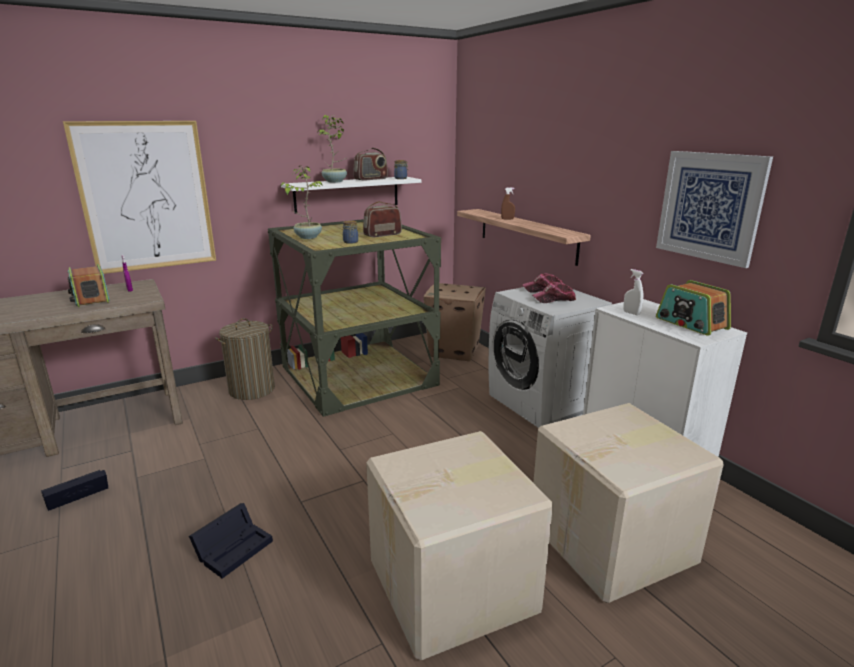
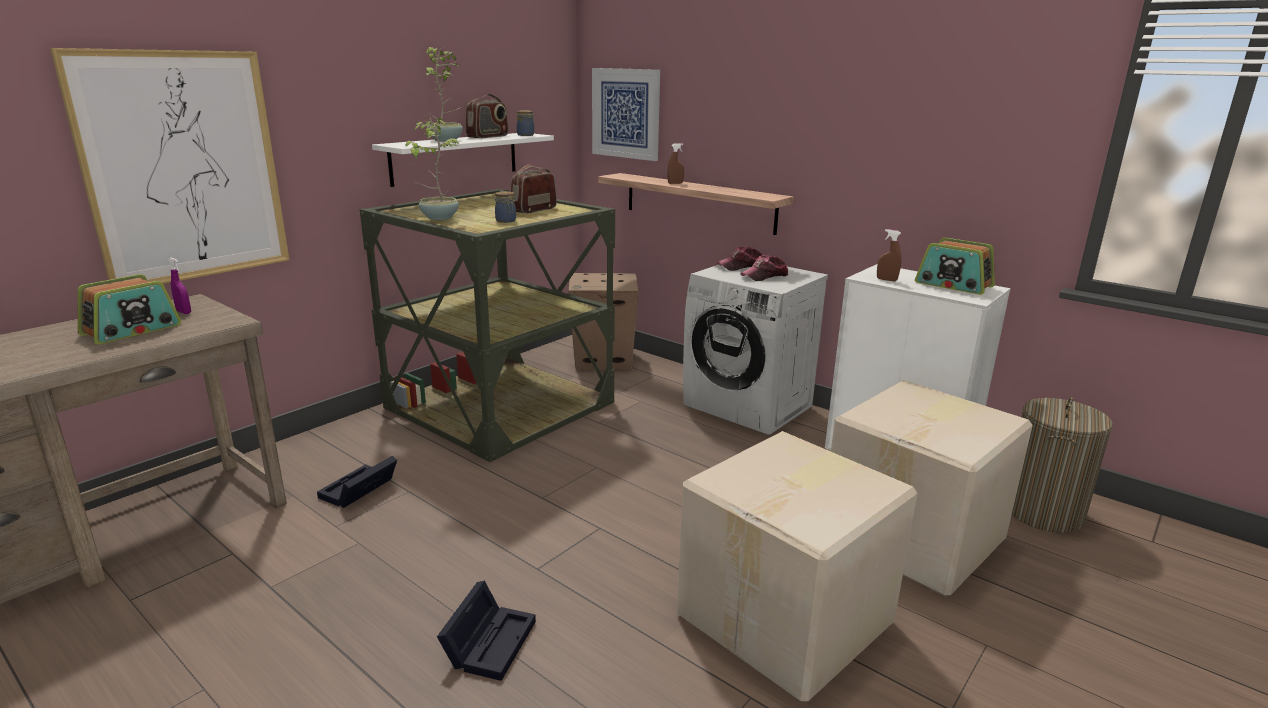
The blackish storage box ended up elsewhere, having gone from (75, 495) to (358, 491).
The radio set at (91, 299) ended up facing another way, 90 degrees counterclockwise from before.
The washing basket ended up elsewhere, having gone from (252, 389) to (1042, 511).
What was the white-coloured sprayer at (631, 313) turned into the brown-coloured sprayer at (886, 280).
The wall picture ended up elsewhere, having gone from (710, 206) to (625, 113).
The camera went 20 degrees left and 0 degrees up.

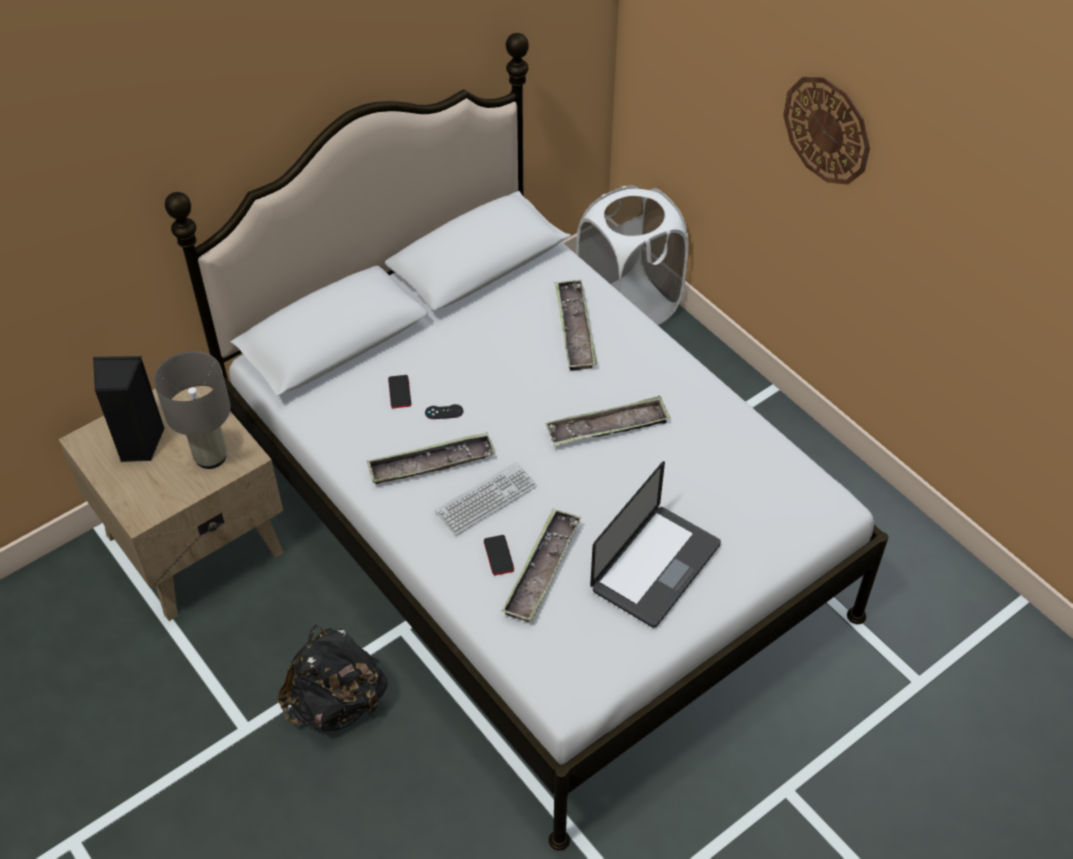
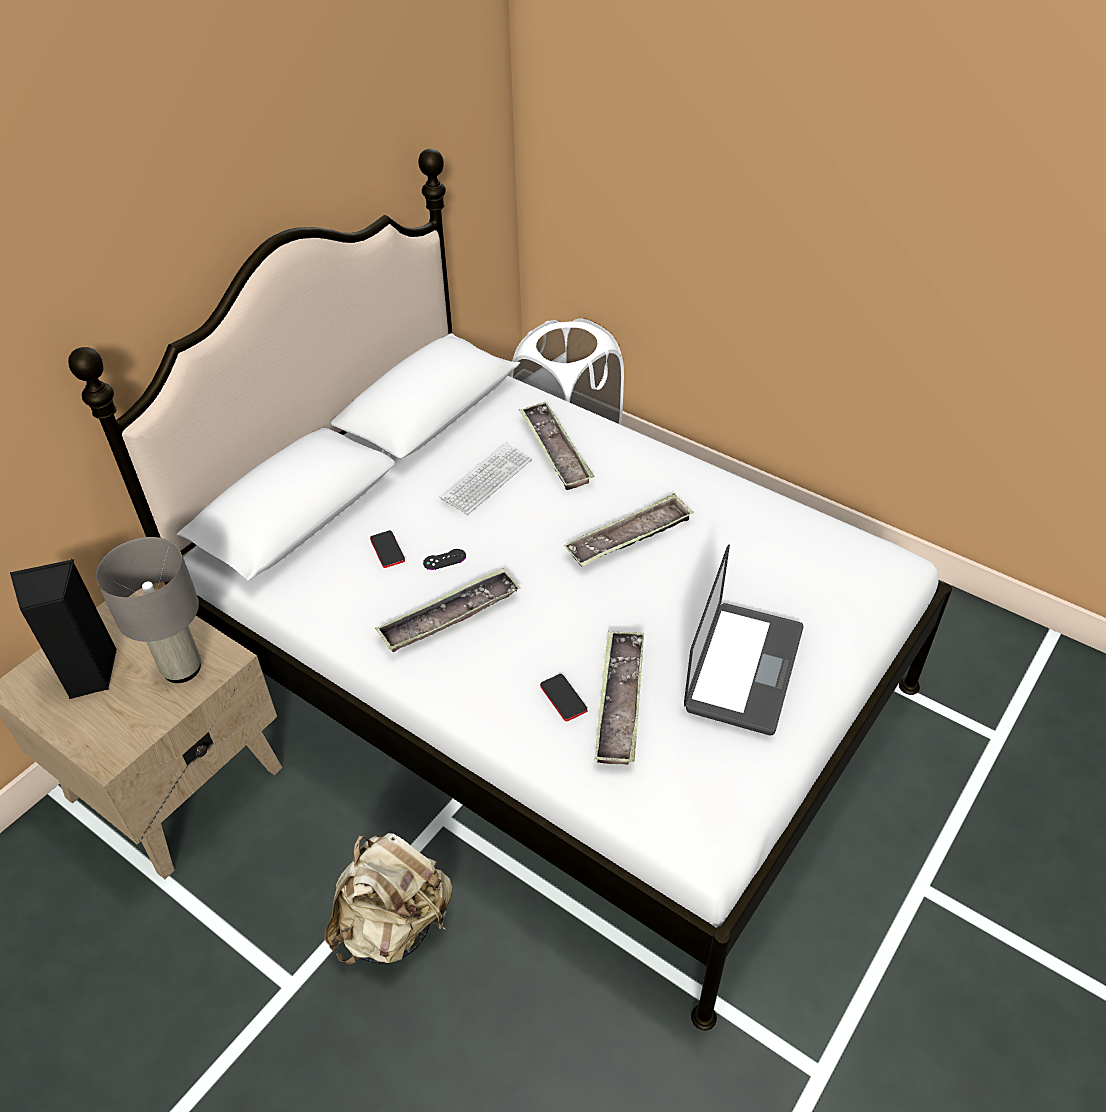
What was the blackish knapsack at (337, 703) turned into the beige knapsack at (393, 925).
The computer keyboard ended up elsewhere, having gone from (486, 499) to (486, 480).
The second view lost the clock on the wall at (827, 130).
The camera went 15 degrees left and 5 degrees down.

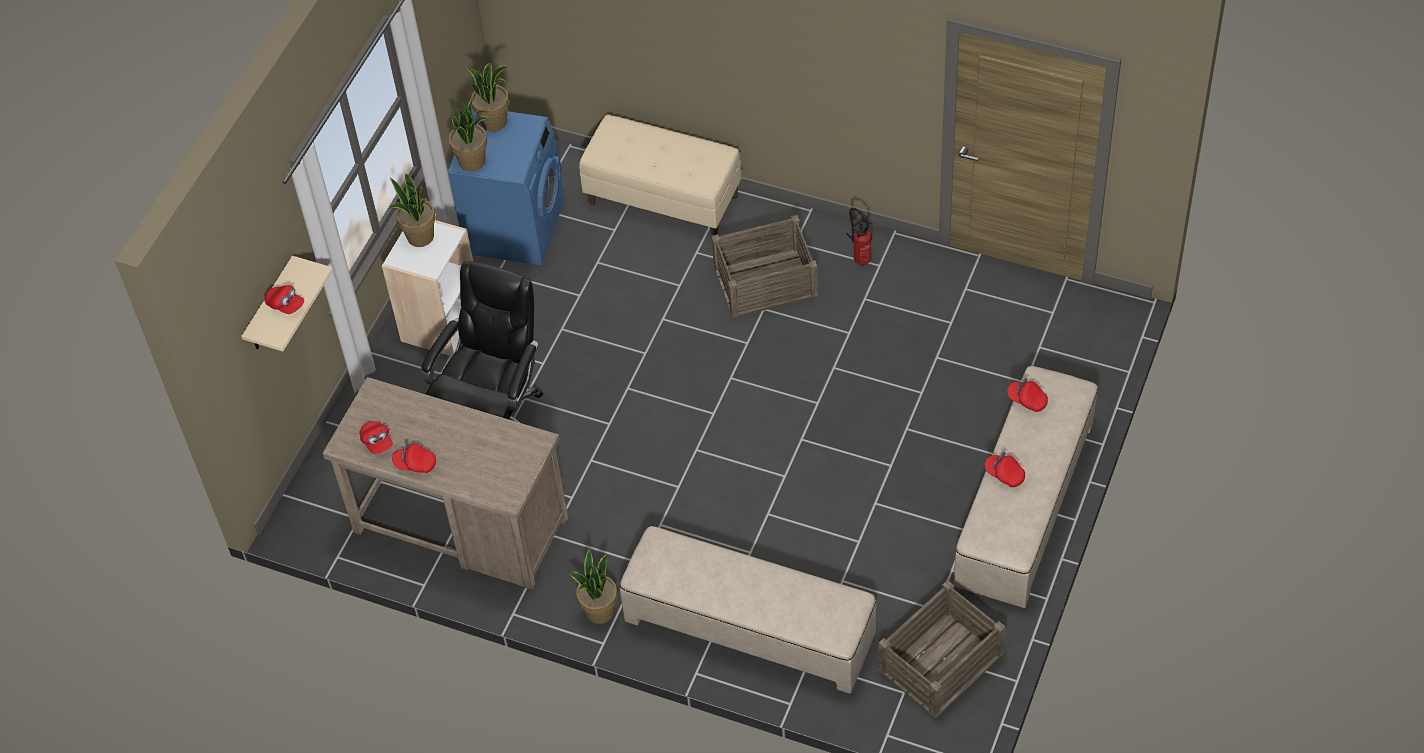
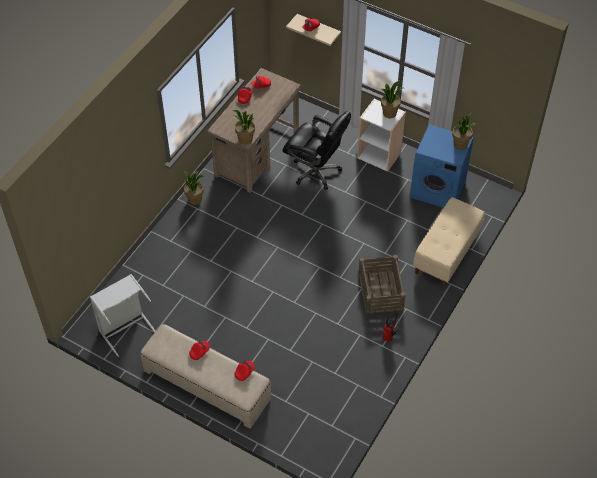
The houseplant ended up elsewhere, having gone from (472, 161) to (245, 139).
The second view lost the beige indoor bench at (748, 627).
Where the crate stood at (939, 662), the gray washing basket came to stand at (125, 328).
The camera went 95 degrees right and 0 degrees up.

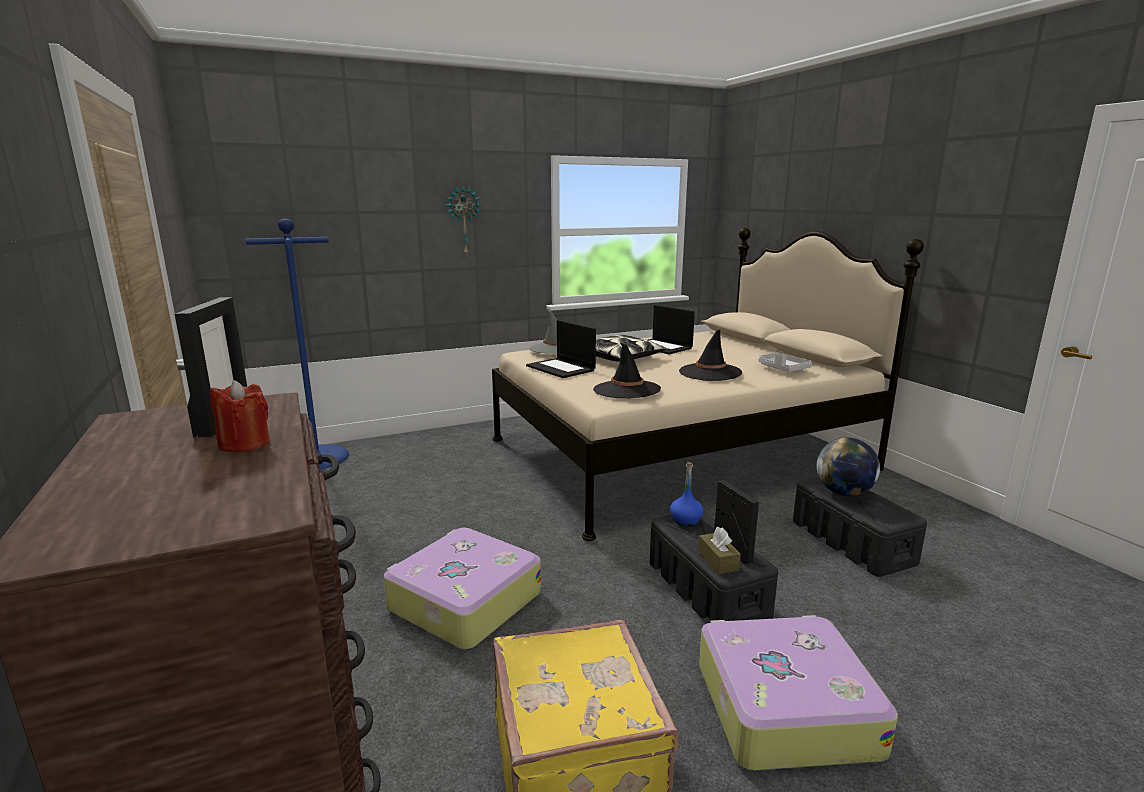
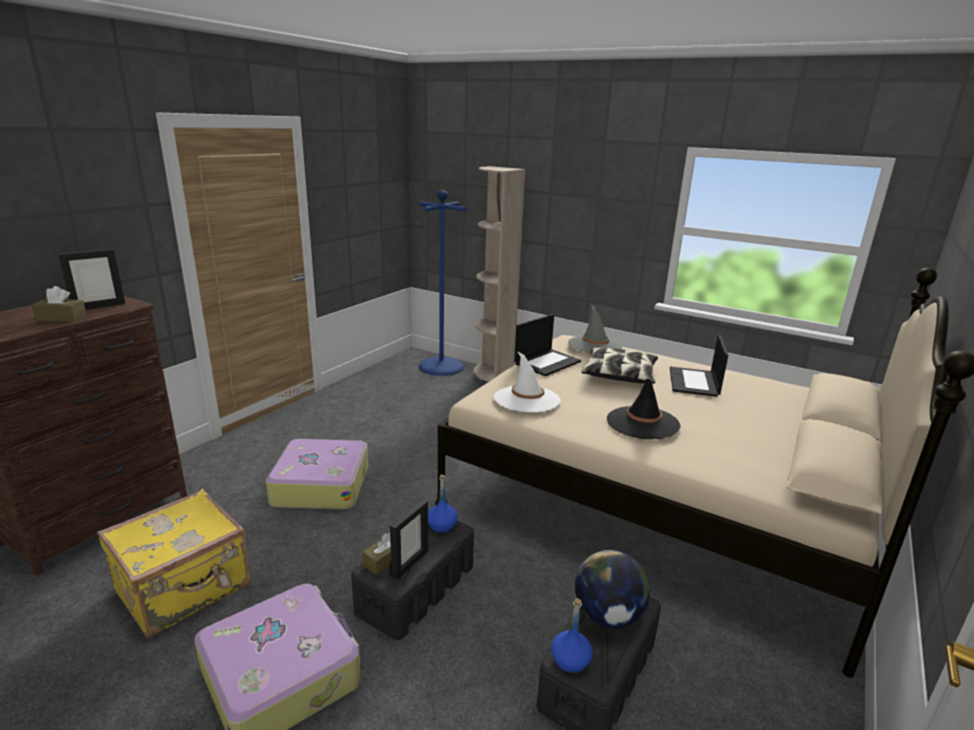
Where the reddish wax light stood at (245, 444), the brown-coloured tissue box came to stand at (61, 318).
The second view lost the clock on the wall at (463, 220).
The laptop at (561, 368) ended up facing another way, 150 degrees counterclockwise from before.
What was the blackish wearable hat at (626, 390) turned into the white-coloured wearable hat at (526, 399).
The second view lost the gray serving tray at (782, 369).
The second view gained the beige bookcase at (490, 377).
The second view gained the blue beverage bottle at (570, 661).
The camera went 55 degrees right and 5 degrees up.

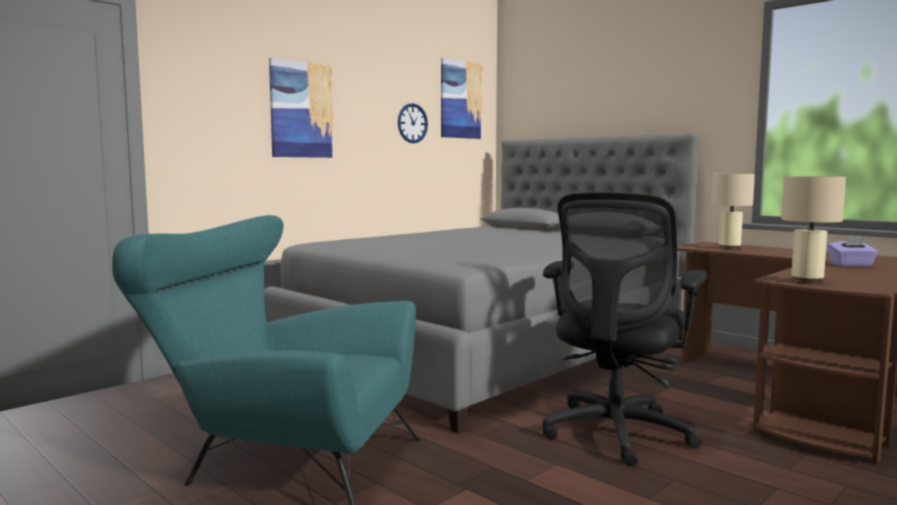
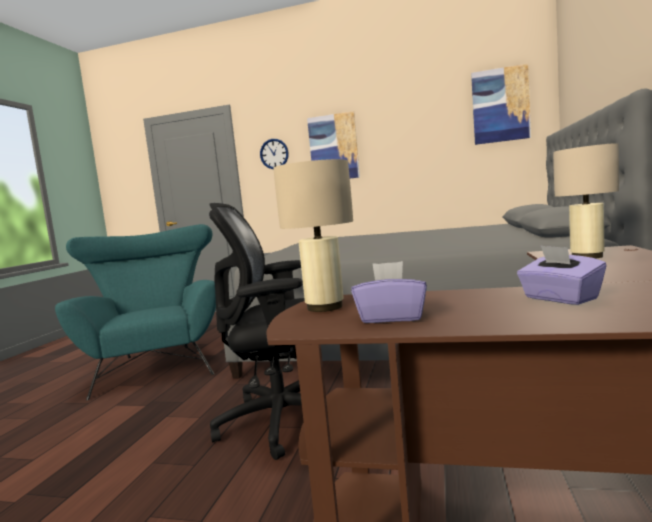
The clock on the wall ended up elsewhere, having gone from (412, 123) to (274, 154).
The second view gained the purple-coloured tissue box at (391, 317).
The camera went 60 degrees right and 0 degrees up.

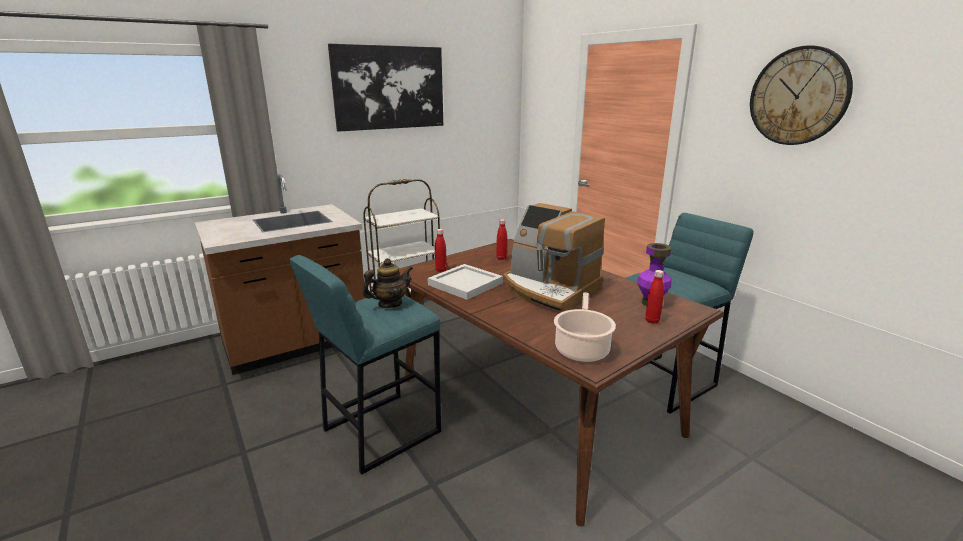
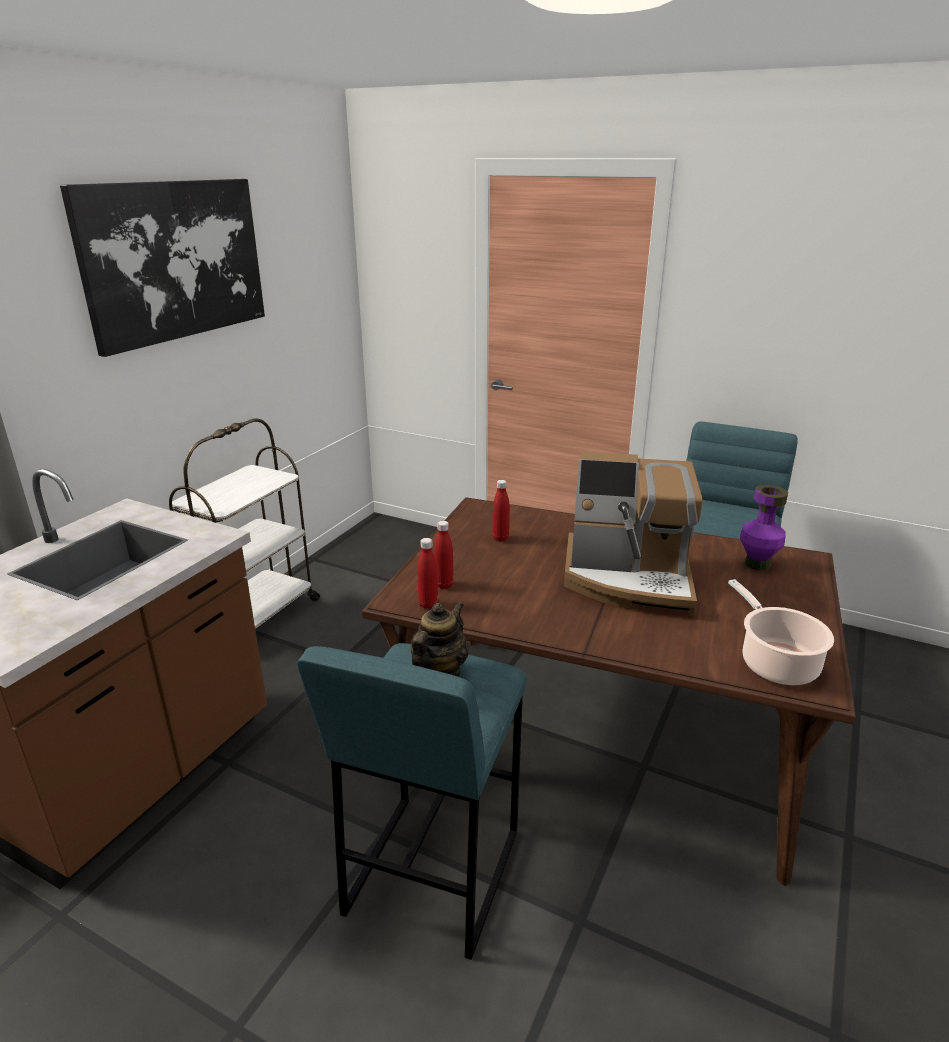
The second view lost the white-coloured serving tray at (464, 284).
The reddish beverage bottle ended up elsewhere, having gone from (652, 321) to (428, 604).
The second view lost the clock on the wall at (798, 96).
The camera went 30 degrees left and 5 degrees up.

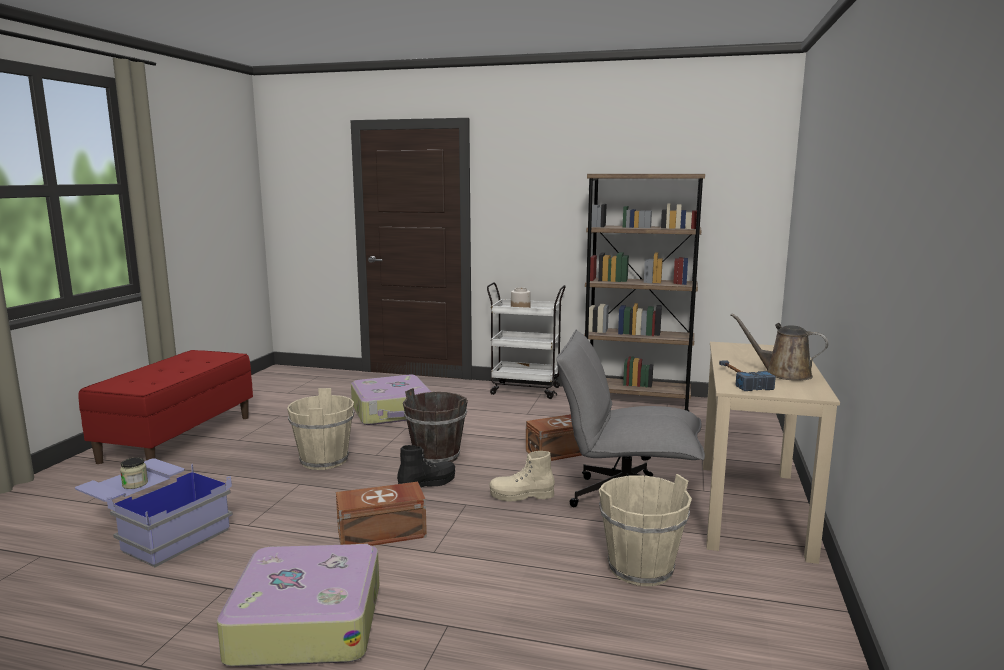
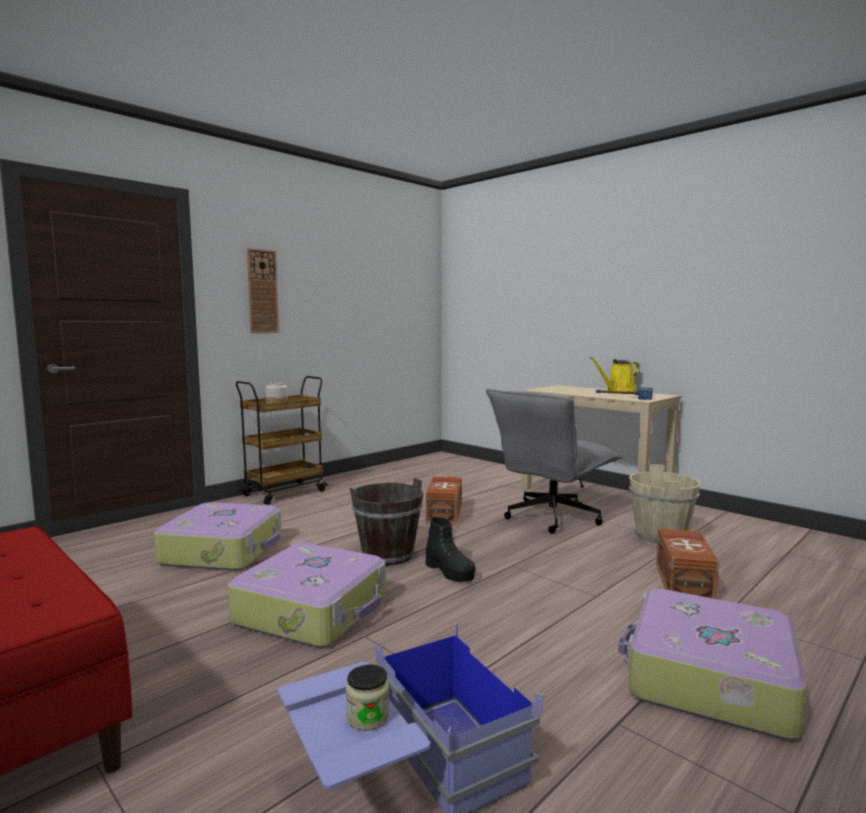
Where the beige pail stood at (324, 460), the piece of luggage came to stand at (313, 610).
The brown-coloured storage box ended up elsewhere, having gone from (383, 533) to (685, 582).
The blackish high-top boot at (427, 484) ended up facing another way, 150 degrees clockwise from before.
What was the white-coloured trolley at (526, 390) turned into the brown-coloured trolley at (285, 493).
The second view lost the beige high-top boot at (521, 496).
The second view lost the brown-coloured bookcase at (636, 400).
What was the brown-coloured watering can at (783, 374) turned into the yellow watering can at (618, 393).
The second view gained the clock on the wall at (262, 291).
The camera went 60 degrees left and 5 degrees down.

